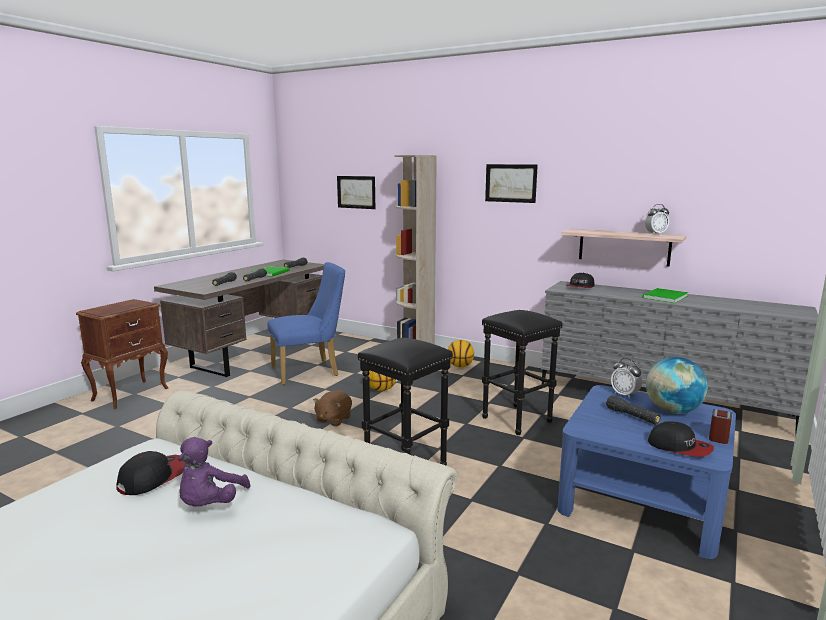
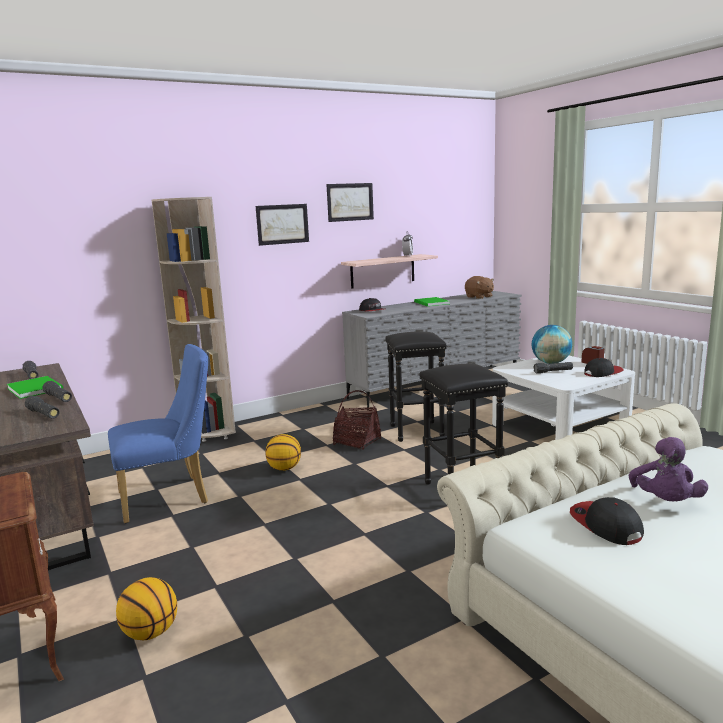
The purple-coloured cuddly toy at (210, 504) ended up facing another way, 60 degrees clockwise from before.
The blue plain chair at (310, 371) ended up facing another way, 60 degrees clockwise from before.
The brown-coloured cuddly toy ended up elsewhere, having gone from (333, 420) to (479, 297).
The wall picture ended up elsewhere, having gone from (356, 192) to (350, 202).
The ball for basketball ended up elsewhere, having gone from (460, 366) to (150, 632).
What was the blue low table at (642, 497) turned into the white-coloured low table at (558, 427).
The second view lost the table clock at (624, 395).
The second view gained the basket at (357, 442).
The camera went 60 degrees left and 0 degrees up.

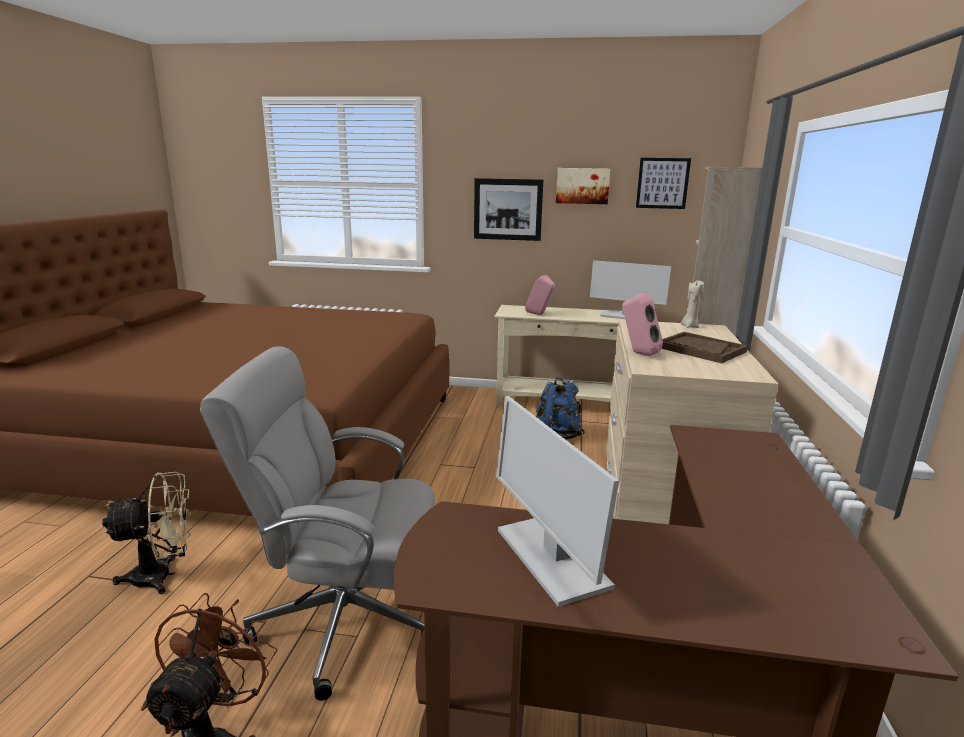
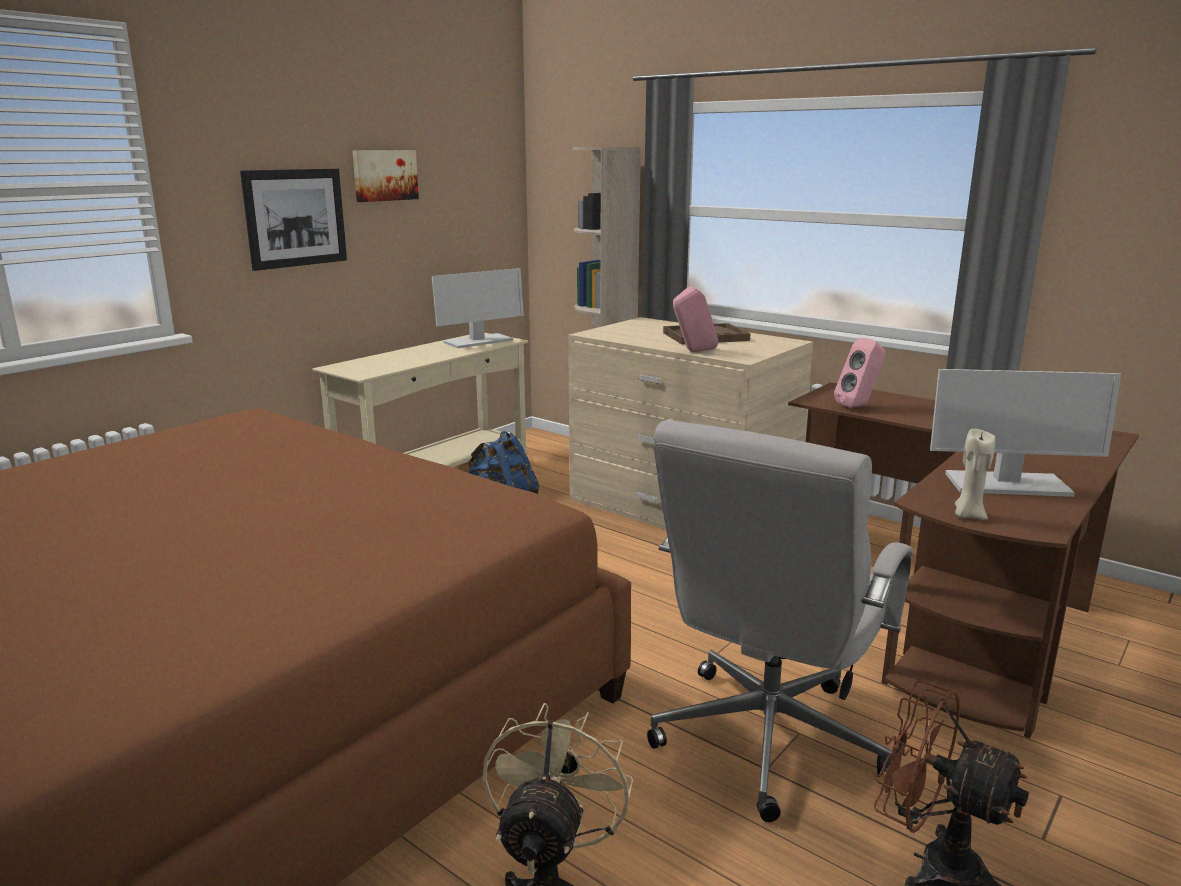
The pinkish speaker ended up elsewhere, having gone from (539, 315) to (859, 406).
The second view lost the wall picture at (662, 183).
The beige wax light ended up elsewhere, having gone from (690, 326) to (968, 515).
The camera went 60 degrees left and 0 degrees up.

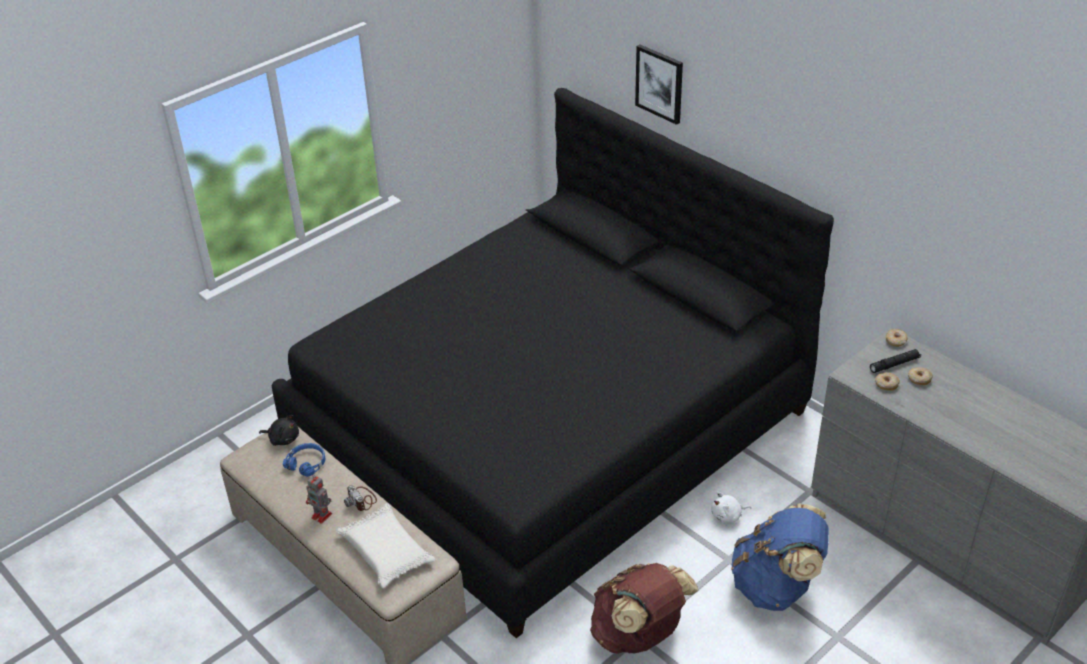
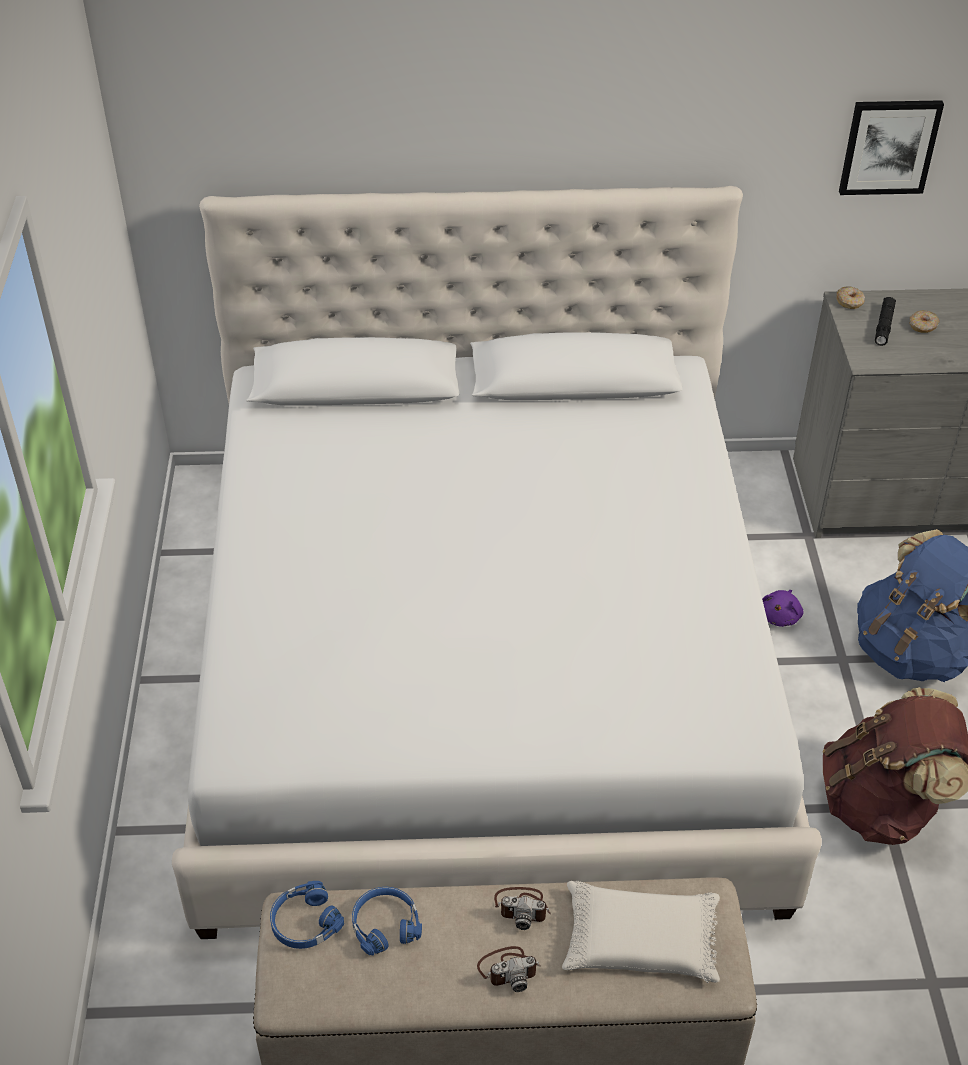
Where the blackish cuddly toy stood at (283, 438), the blue headphones came to stand at (304, 922).
What was the blackish bedroom bed at (547, 426) turned into the white-coloured bedroom bed at (483, 663).
Where the toy robot stood at (322, 516), the photo camera came to stand at (508, 969).
The wall picture ended up elsewhere, having gone from (659, 83) to (889, 146).
What was the white-coloured cuddly toy at (728, 515) turned into the purple-coloured cuddly toy at (780, 616).
The second view lost the donut at (886, 384).
The camera went 50 degrees left and 5 degrees up.

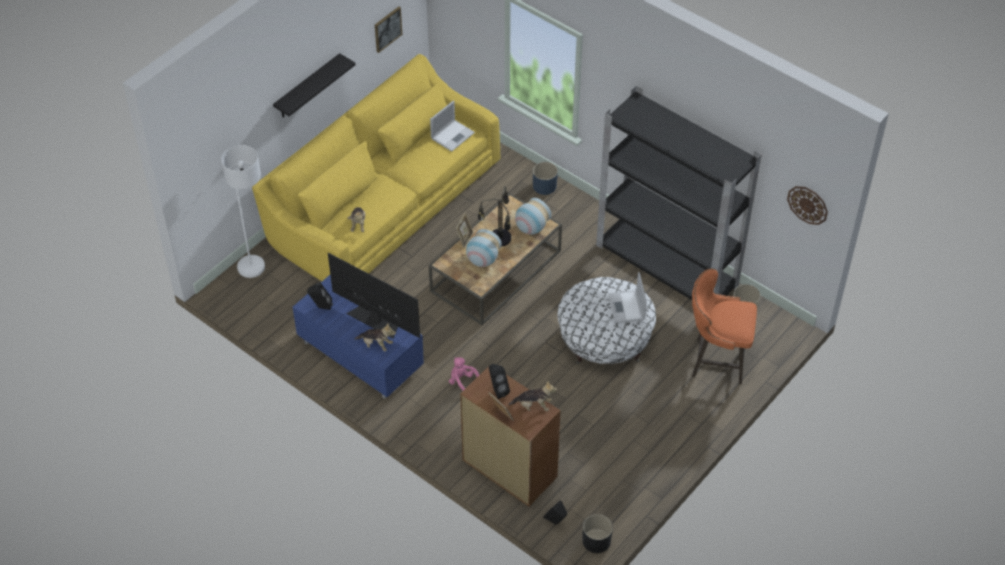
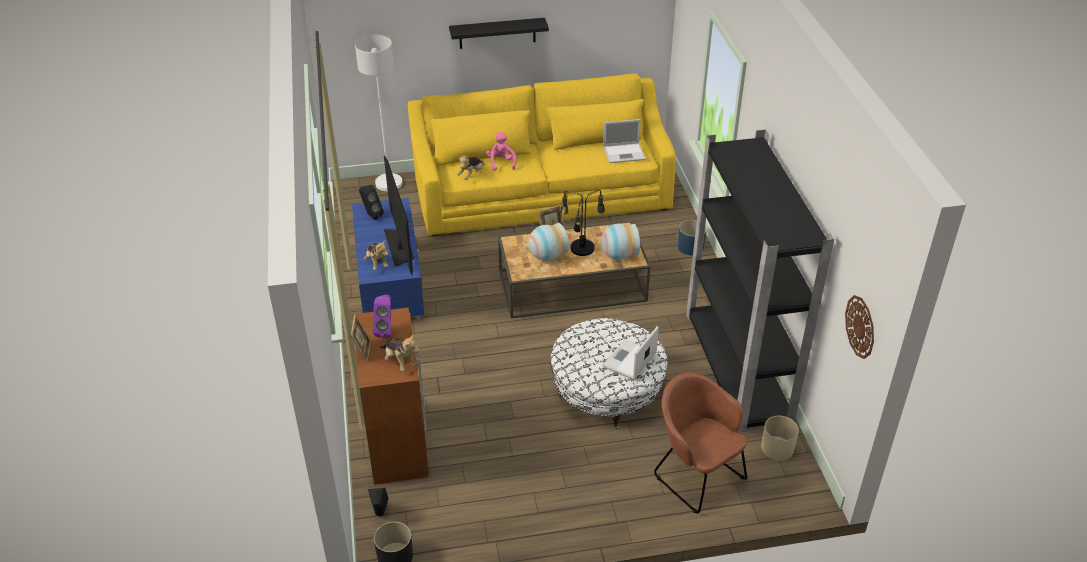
The second view lost the wall picture at (387, 29).
The pinkish cuddly toy ended up elsewhere, having gone from (462, 382) to (501, 163).
What was the blackish speaker at (497, 390) turned into the purple-coloured speaker at (386, 330).
Where the orangey stool stood at (715, 360), the brown-coloured lounge chair came to stand at (696, 475).
The camera went 40 degrees right and 10 degrees down.

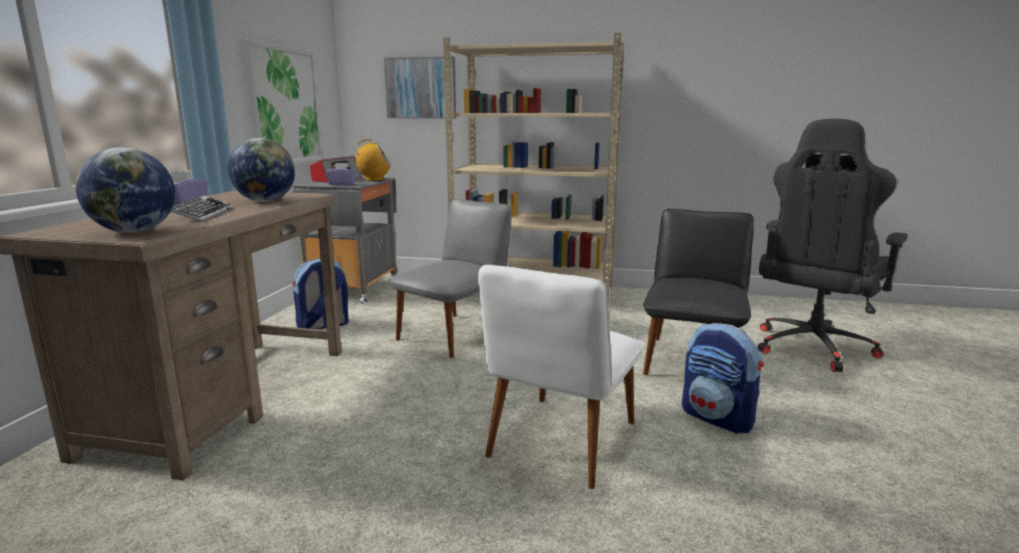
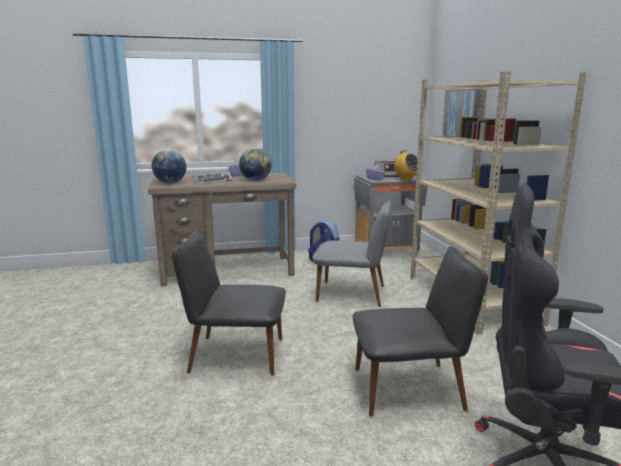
The second view lost the wall picture at (285, 106).
What was the white-coloured plain chair at (563, 439) turned into the blackish plain chair at (237, 355).
The second view lost the knapsack at (718, 418).
The camera went 65 degrees right and 0 degrees up.

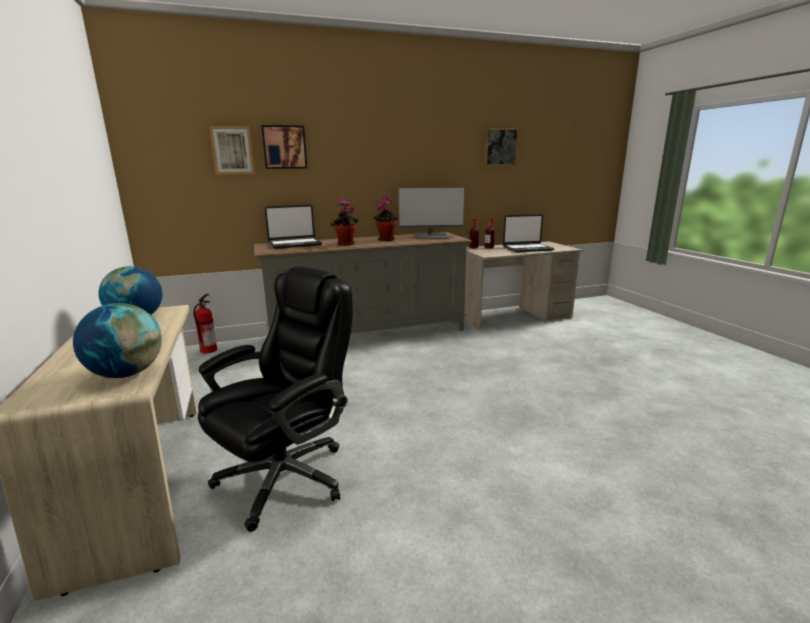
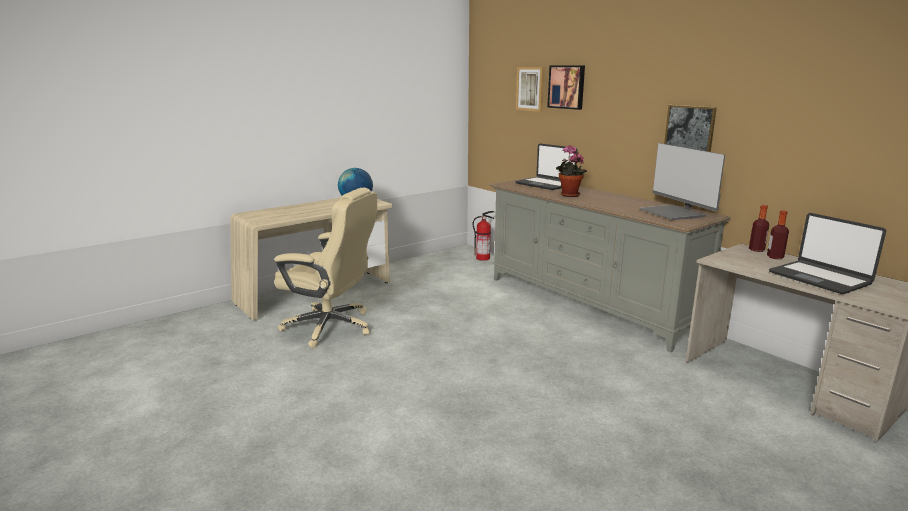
The second view lost the globe at (126, 374).
What was the blackish desk chair at (286, 476) turned into the beige desk chair at (331, 327).
The second view lost the houseplant at (386, 239).
The wall picture ended up elsewhere, having gone from (500, 147) to (689, 131).
The camera went 70 degrees right and 0 degrees up.

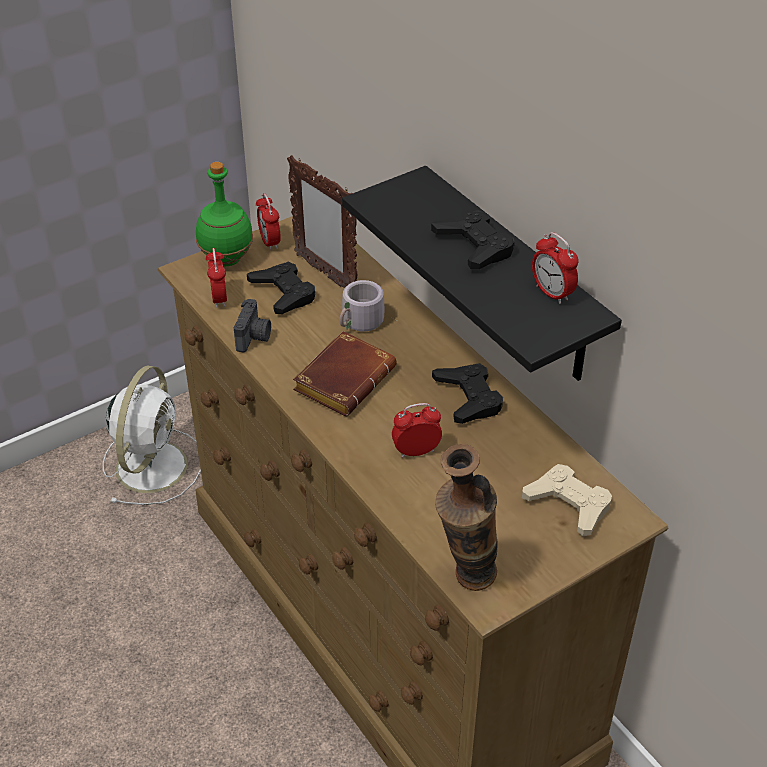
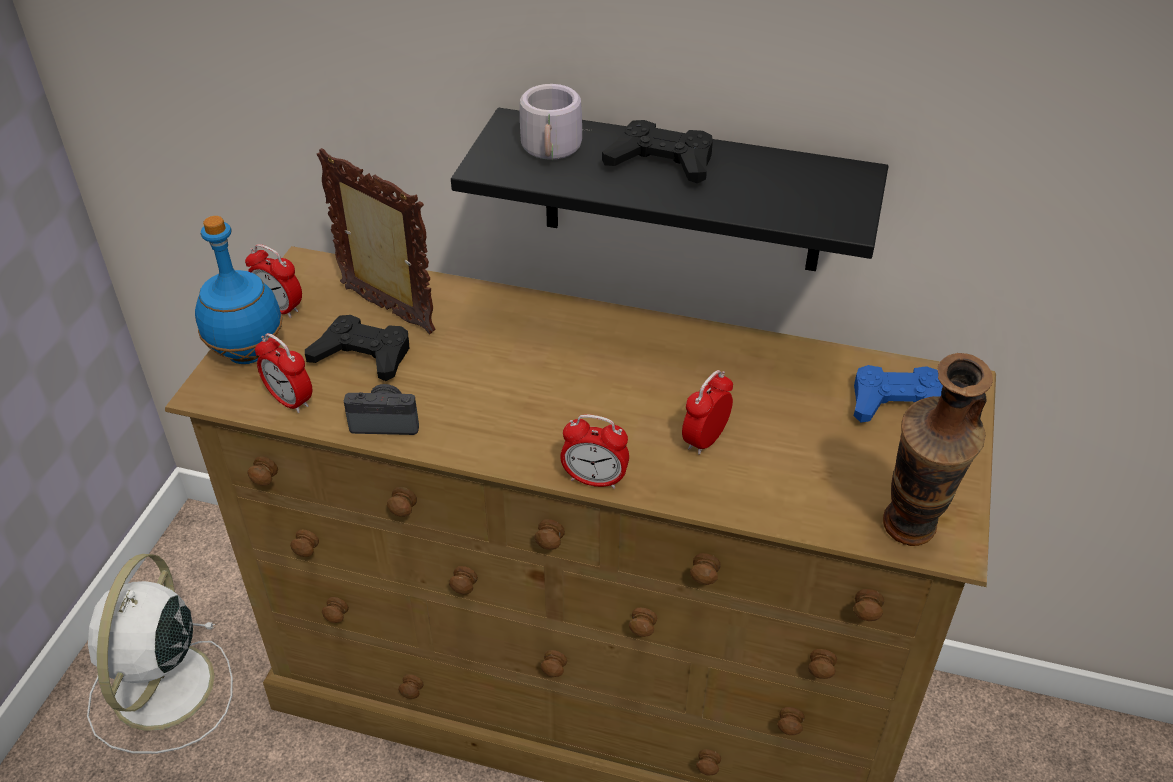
The white-coloured fan at (153, 464) ended up facing another way, 150 degrees counterclockwise from before.
What was the greenish beverage bottle at (227, 259) turned into the blue beverage bottle at (249, 352).
The photo camera at (254, 337) ended up facing another way, 60 degrees counterclockwise from before.
The picture frame at (325, 274) ended up facing another way, 150 degrees counterclockwise from before.
The second view lost the brown-coloured bound book at (344, 378).
The gray mug ended up elsewhere, having gone from (361, 324) to (554, 150).
The second view lost the blackish gamepad at (468, 398).
What was the beige gamepad at (568, 504) turned into the blue gamepad at (899, 404).
The table clock ended up elsewhere, having gone from (552, 293) to (594, 480).
The camera went 40 degrees left and 0 degrees up.

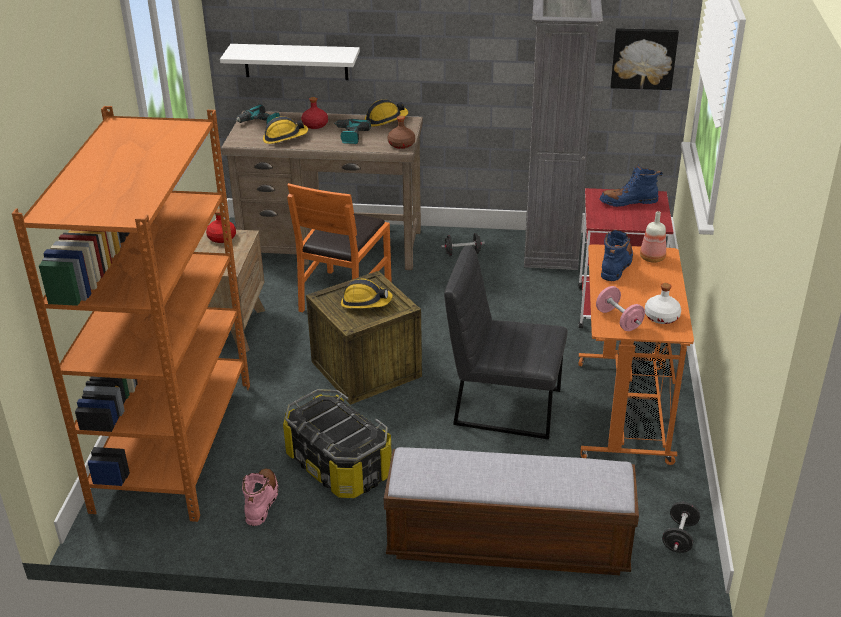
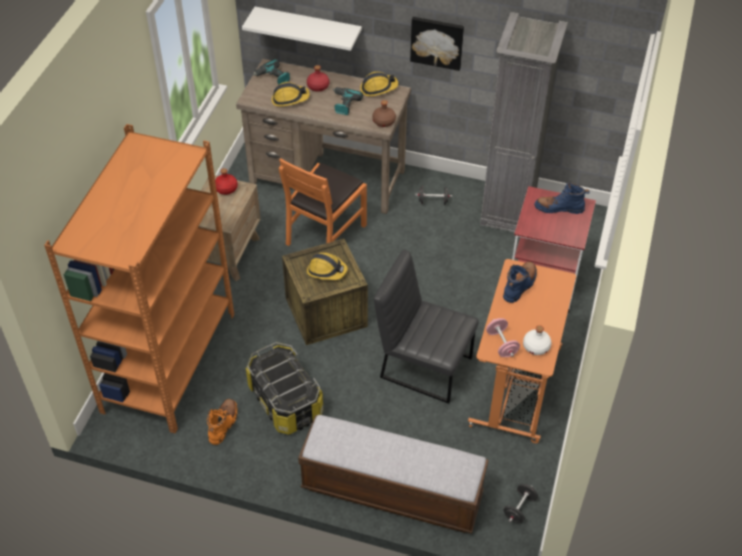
What was the pinkish high-top boot at (262, 502) turned into the orangey high-top boot at (223, 424).
The wall picture ended up elsewhere, having gone from (643, 58) to (437, 42).
The second view lost the beverage bottle at (651, 257).
The camera went 10 degrees right and 15 degrees up.

